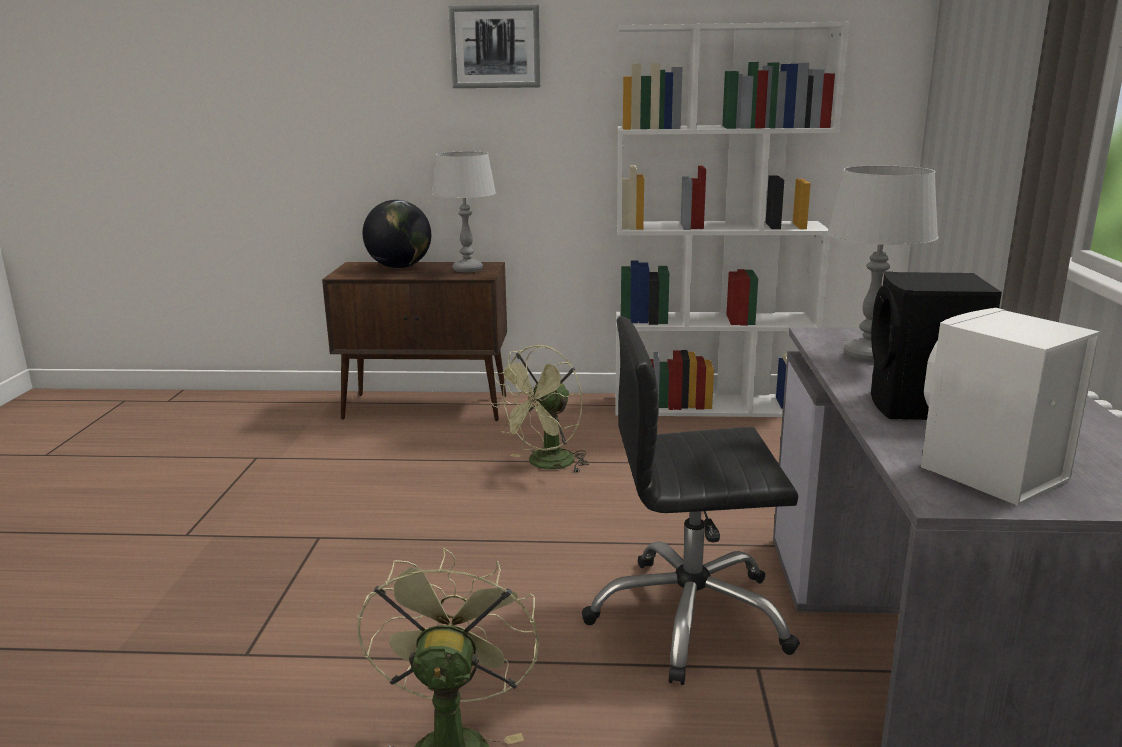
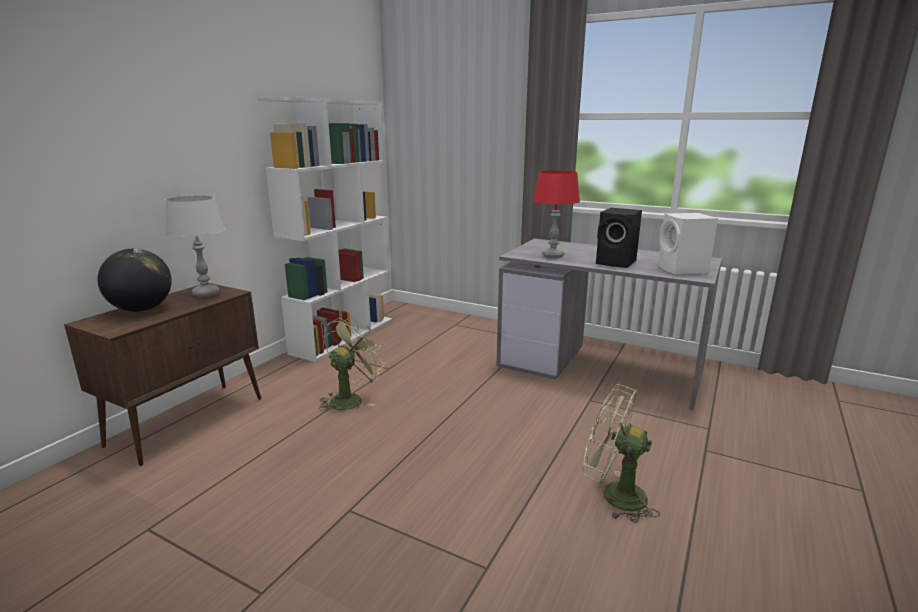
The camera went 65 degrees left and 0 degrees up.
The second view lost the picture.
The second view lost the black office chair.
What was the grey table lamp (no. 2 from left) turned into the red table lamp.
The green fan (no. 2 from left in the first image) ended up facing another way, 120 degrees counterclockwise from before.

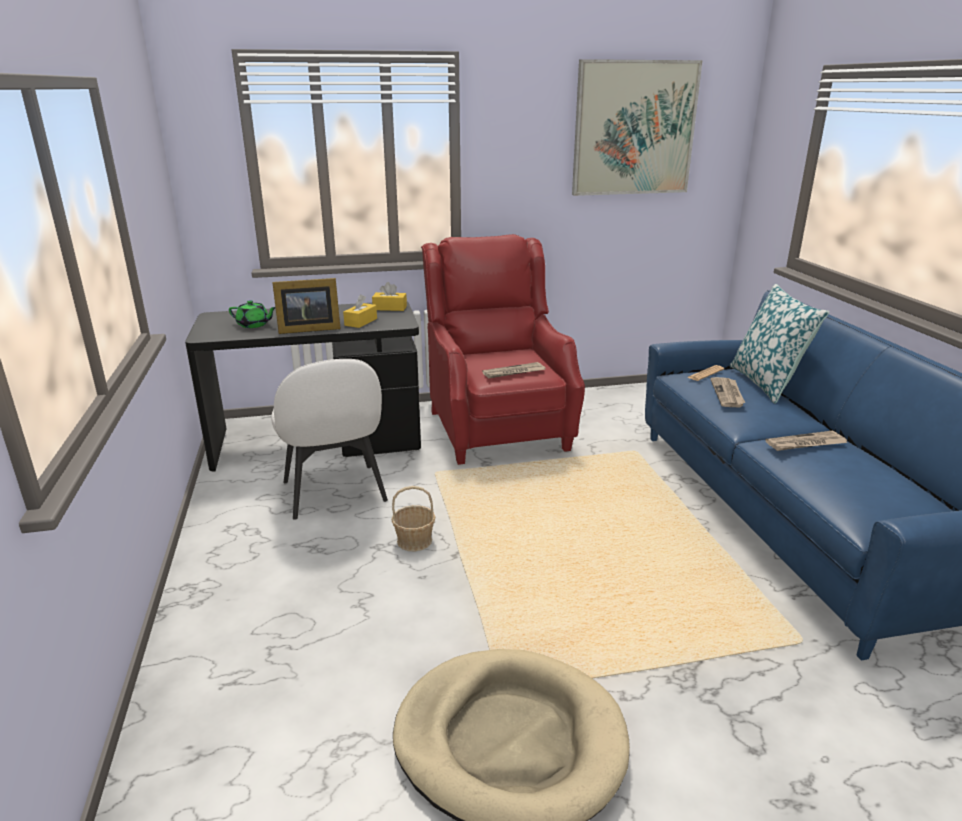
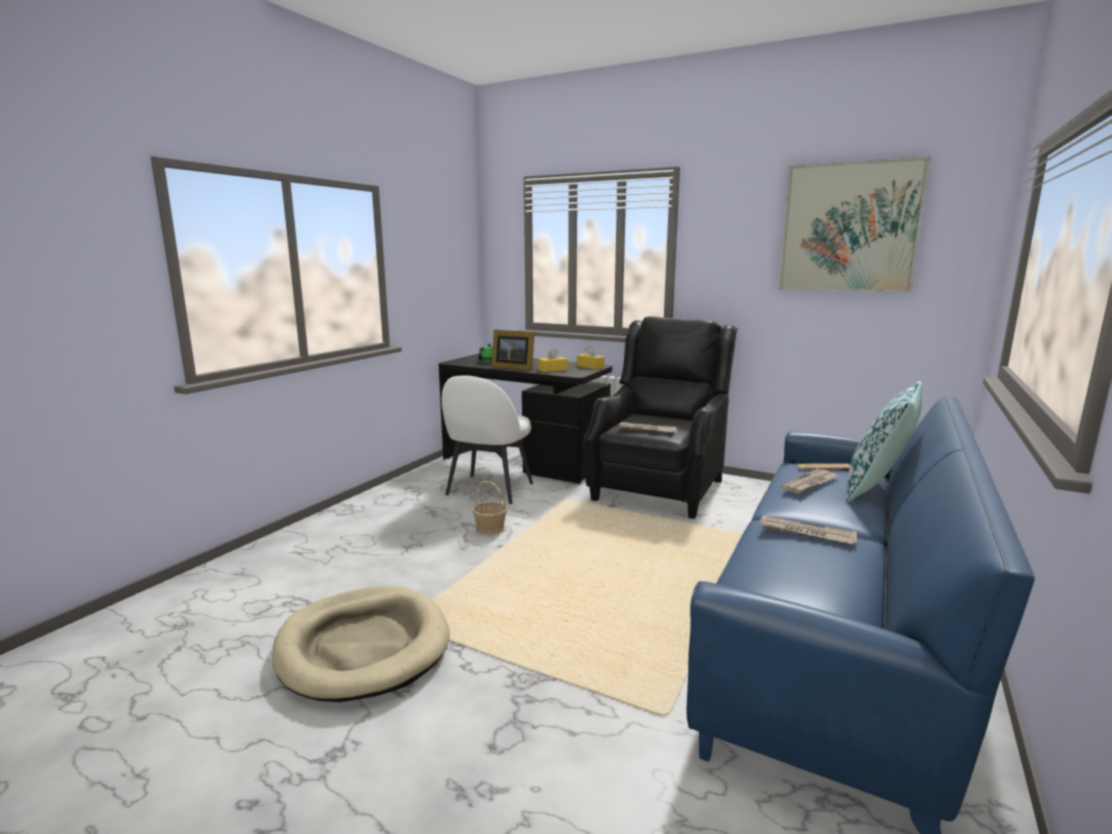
The camera went 40 degrees right and 10 degrees down.
What was the red armchair turned into the black armchair.

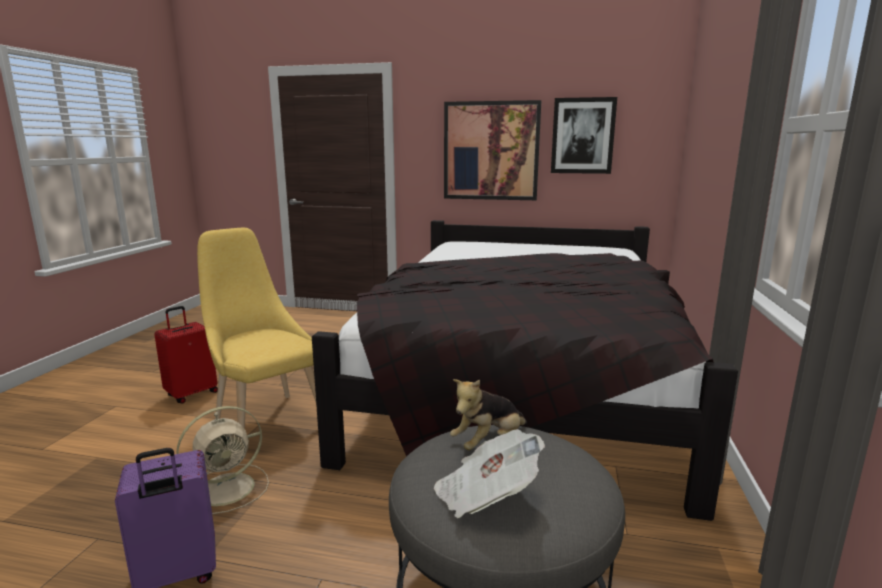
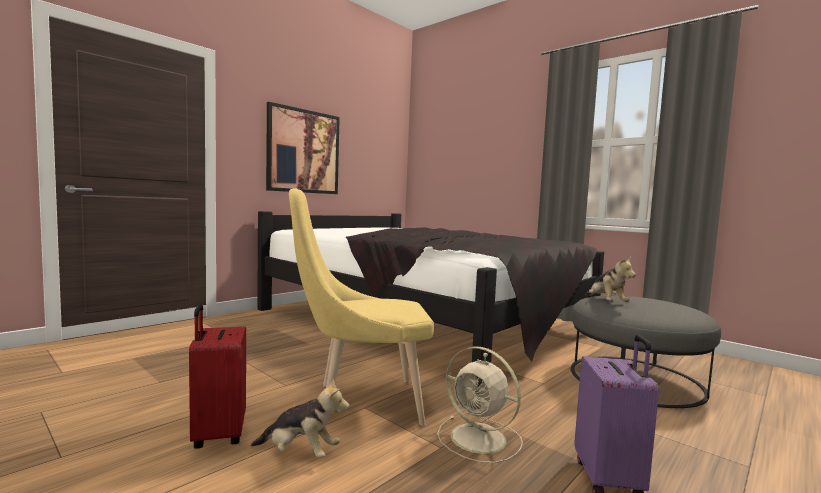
The camera went 60 degrees left and 10 degrees down.
The second view lost the newspaper.
The second view lost the picture (no. 2 from left).
The second view gained the plush toy (no. 1 from left).
The beige fan ended up facing another way, 135 degrees clockwise from before.

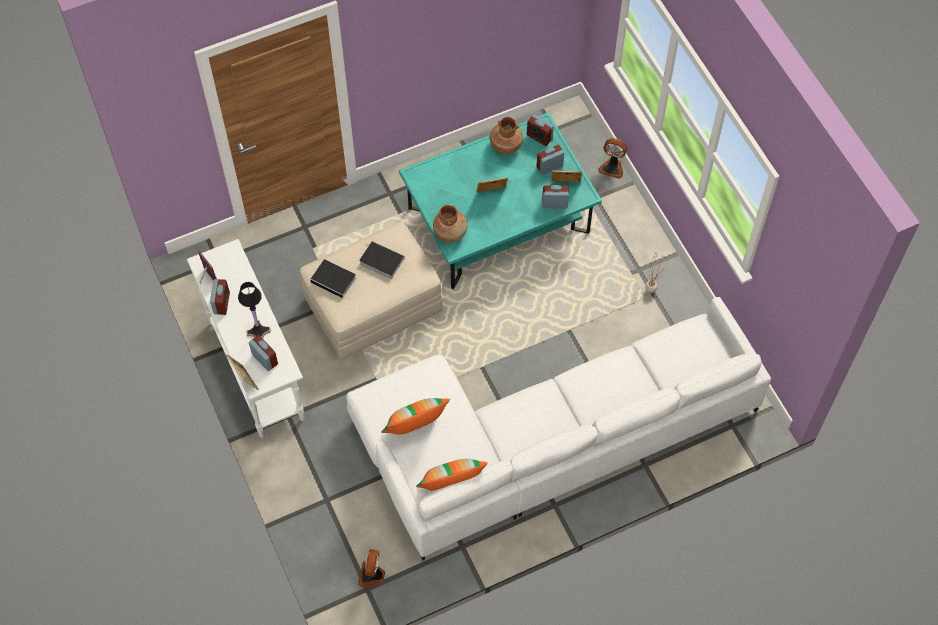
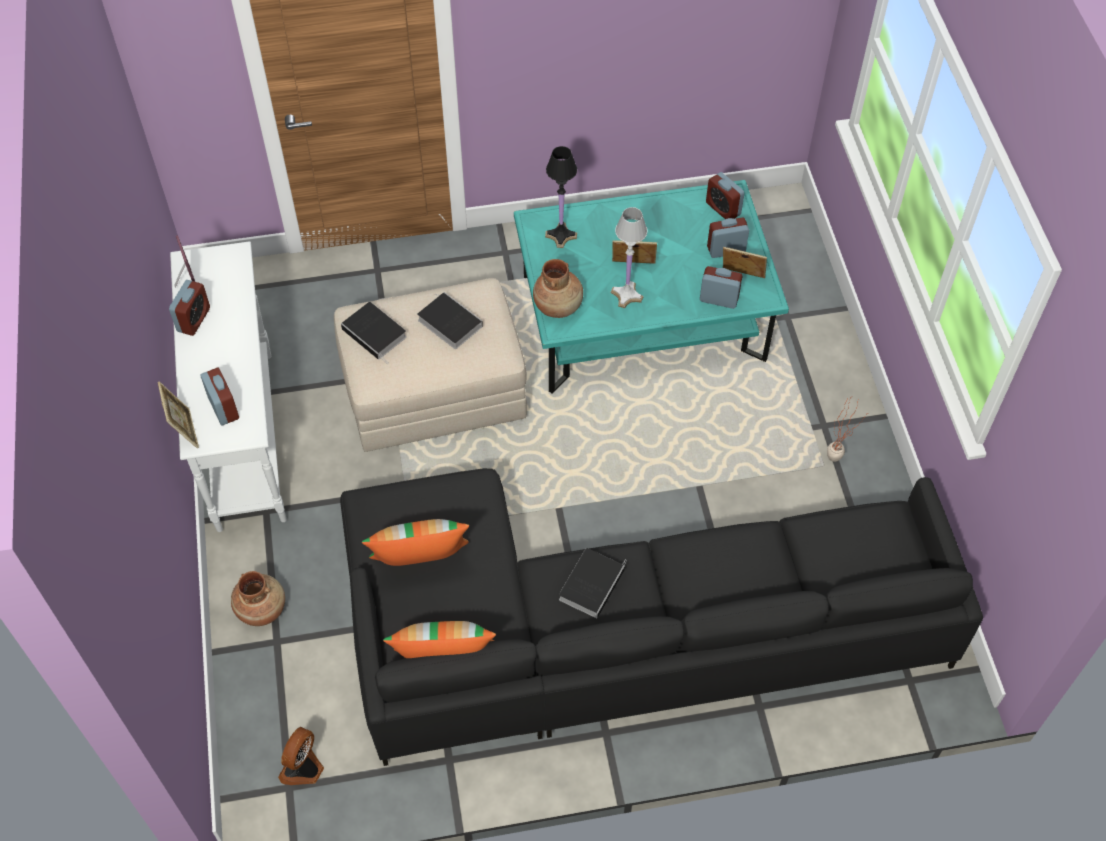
The camera went 15 degrees right and 5 degrees down.
The second view lost the fan (no. 2 from left).
The second view gained the book (no. 3 from left).
The second view gained the white table lamp.
The black table lamp ended up elsewhere.
The brown vase (no. 2 from left in the first image) ended up elsewhere.
What was the white sofa turned into the black sofa.

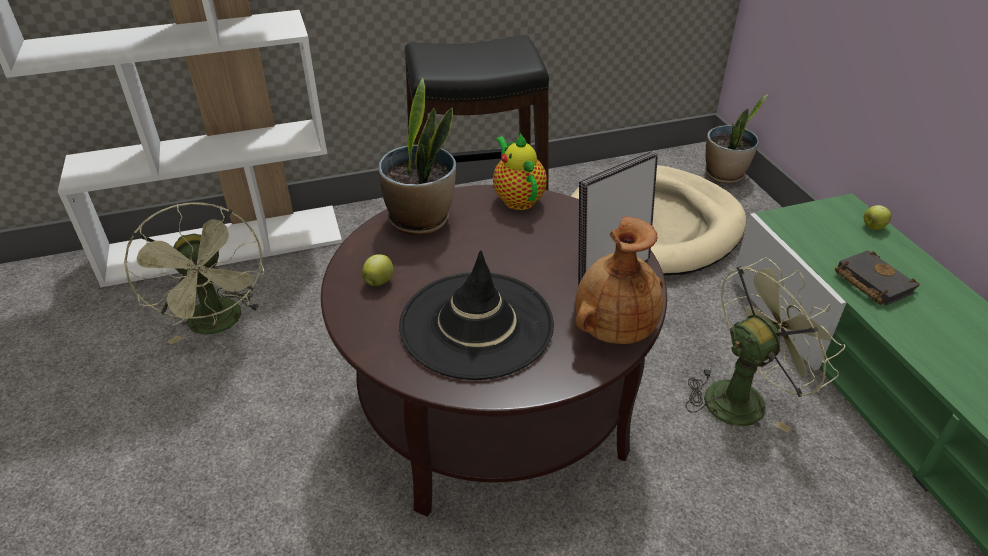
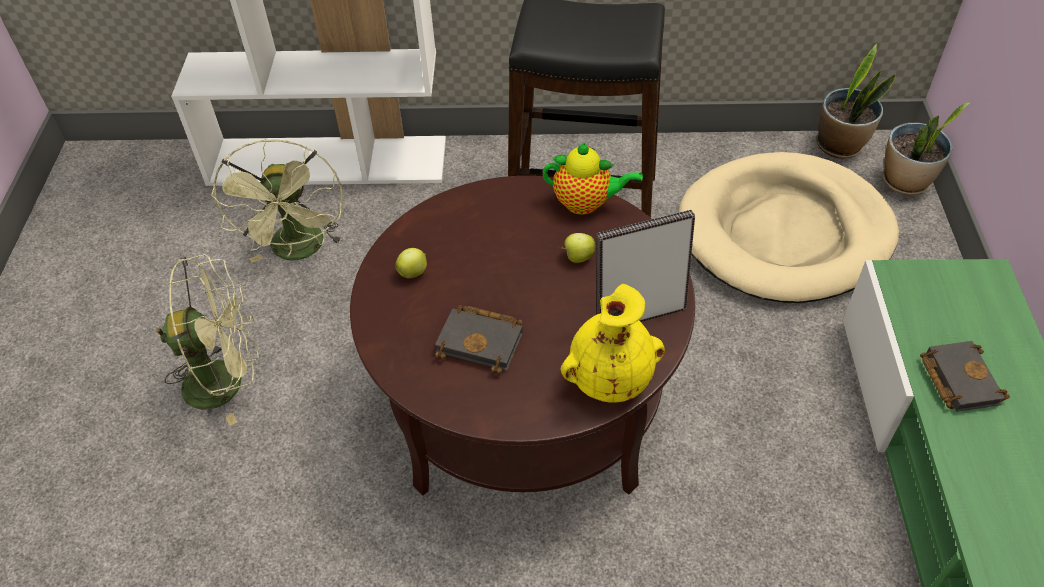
The camera went 20 degrees right and 10 degrees up.
The potted plant (no. 1 from left) ended up elsewhere.
The green fan (no. 2 from left in the first image) ended up elsewhere.
The apple (no. 2 from left) ended up elsewhere.
Where the black hat stood, the black book (no. 1 from left) came to stand.
What was the brown vase turned into the yellow vase.
The teapot ended up facing another way, 105 degrees clockwise from before.

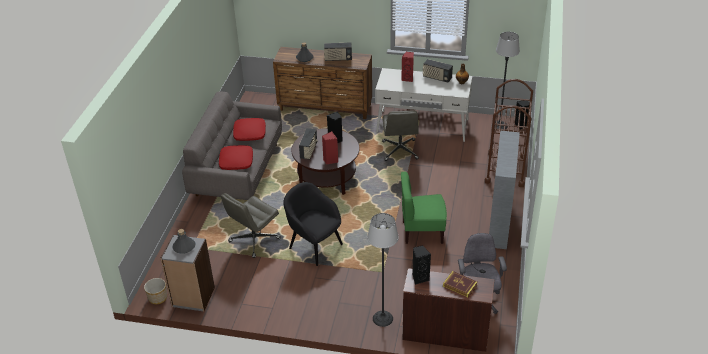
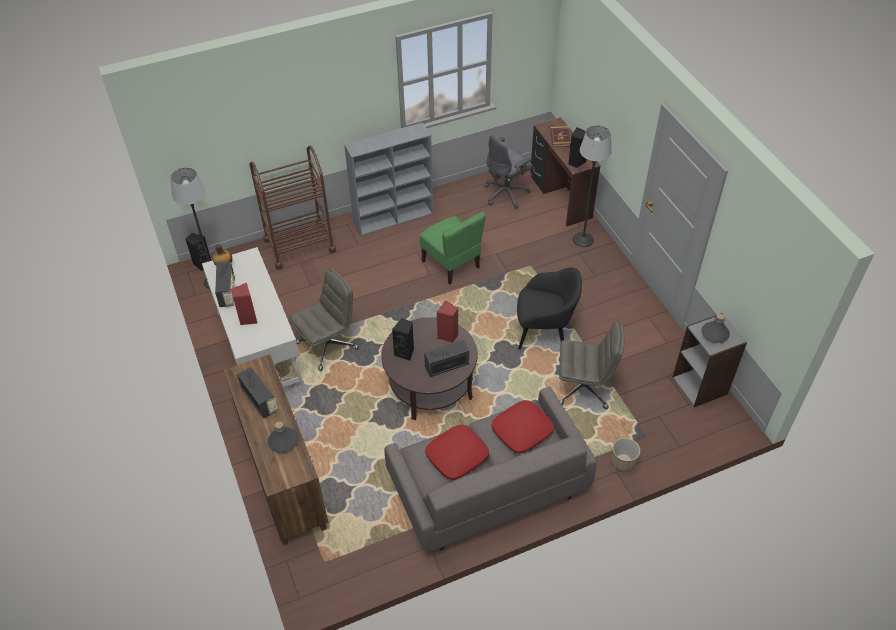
The camera went 125 degrees left and 10 degrees up.
The planter ended up elsewhere.
The black armchair ended up facing another way, 90 degrees counterclockwise from before.

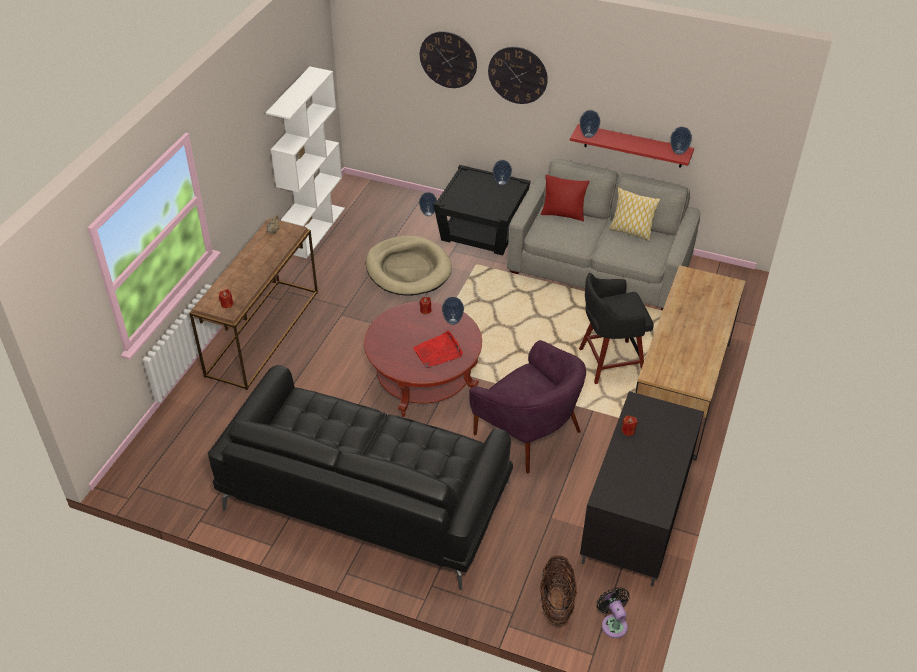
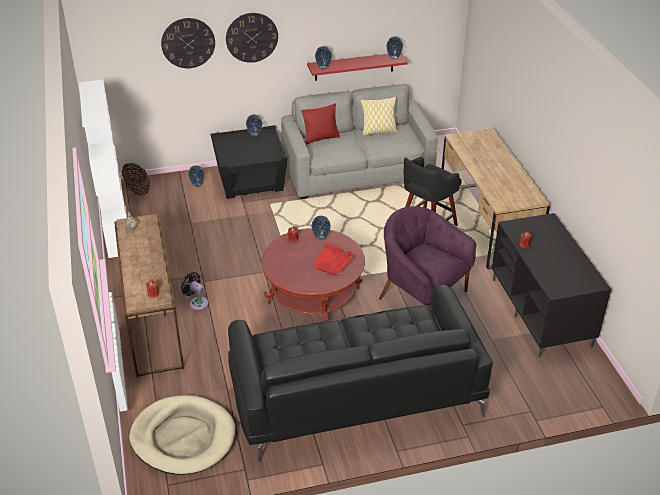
The camera went 35 degrees left and 5 degrees down.
The beige dog bed ended up elsewhere.
The basket ended up elsewhere.
The black fan ended up elsewhere.
The purple armchair ended up facing another way, 150 degrees counterclockwise from before.

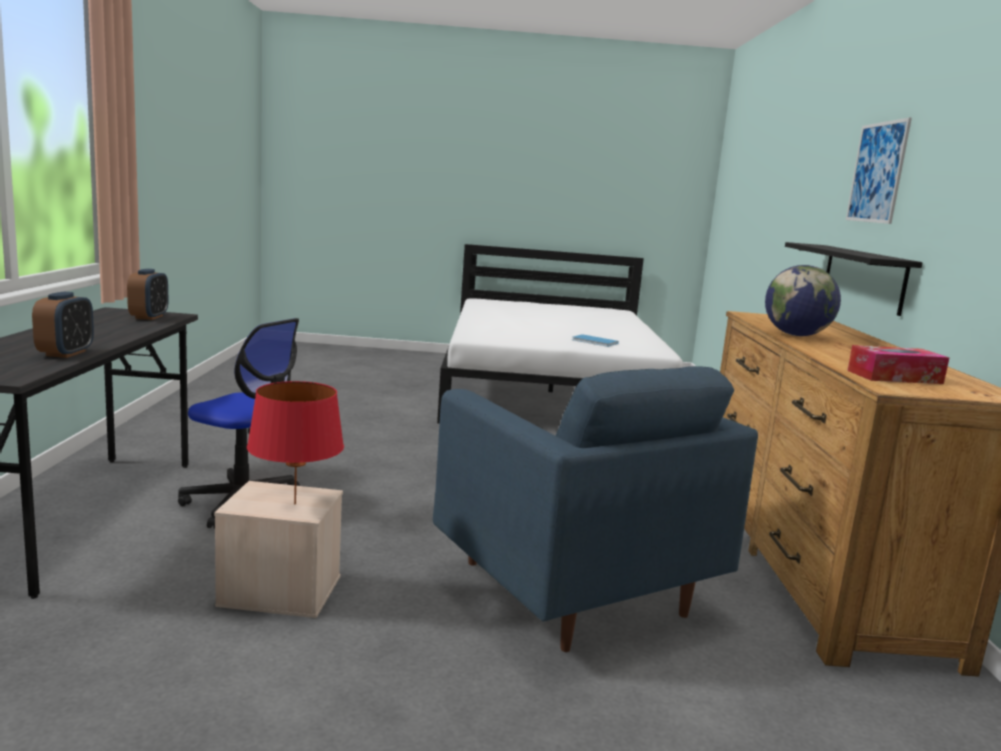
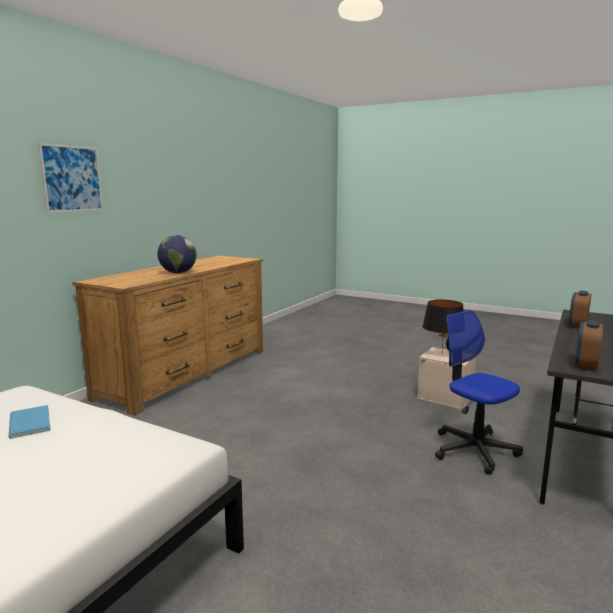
The camera went 150 degrees left and 0 degrees up.
The second view lost the blue armchair.
The second view lost the black shelf.
The second view lost the tissue box.
What was the red table lamp turned into the black table lamp.

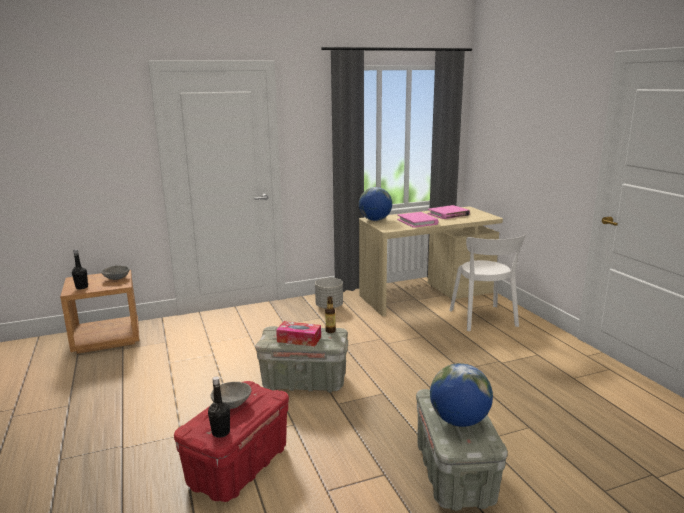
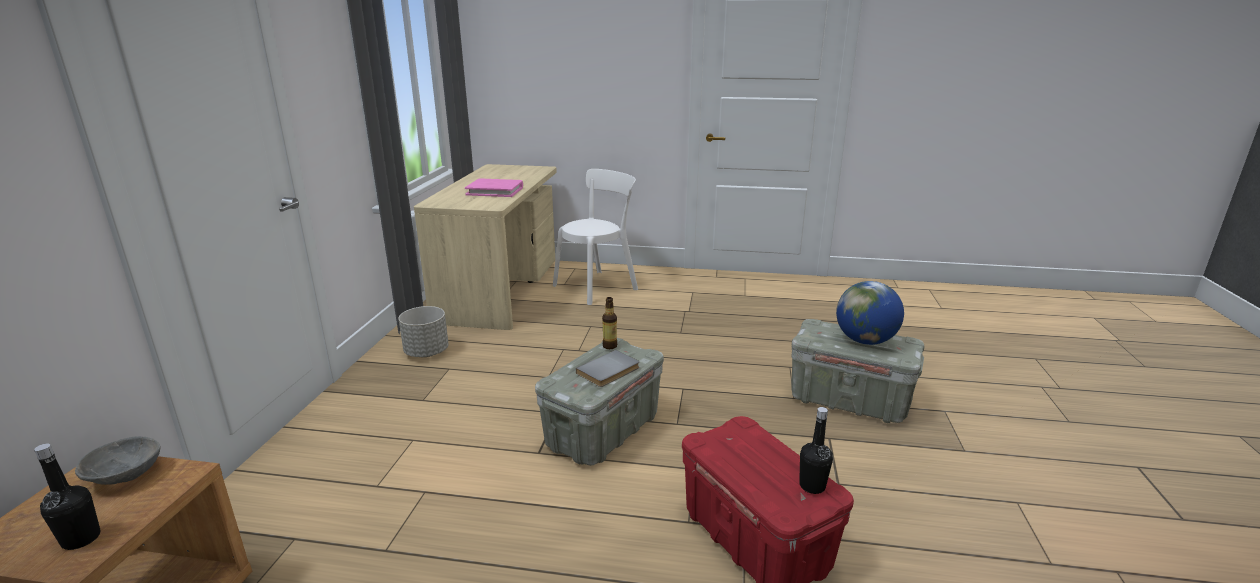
The camera went 60 degrees left and 5 degrees up.
The second view lost the grey bowl (no. 2 from left).
The second view lost the globe (no. 1 from left).
The second view lost the pink book (no. 2 from left).
Where the tissue box stood, the grey book came to stand.
The white chair ended up facing another way, 60 degrees counterclockwise from before.

